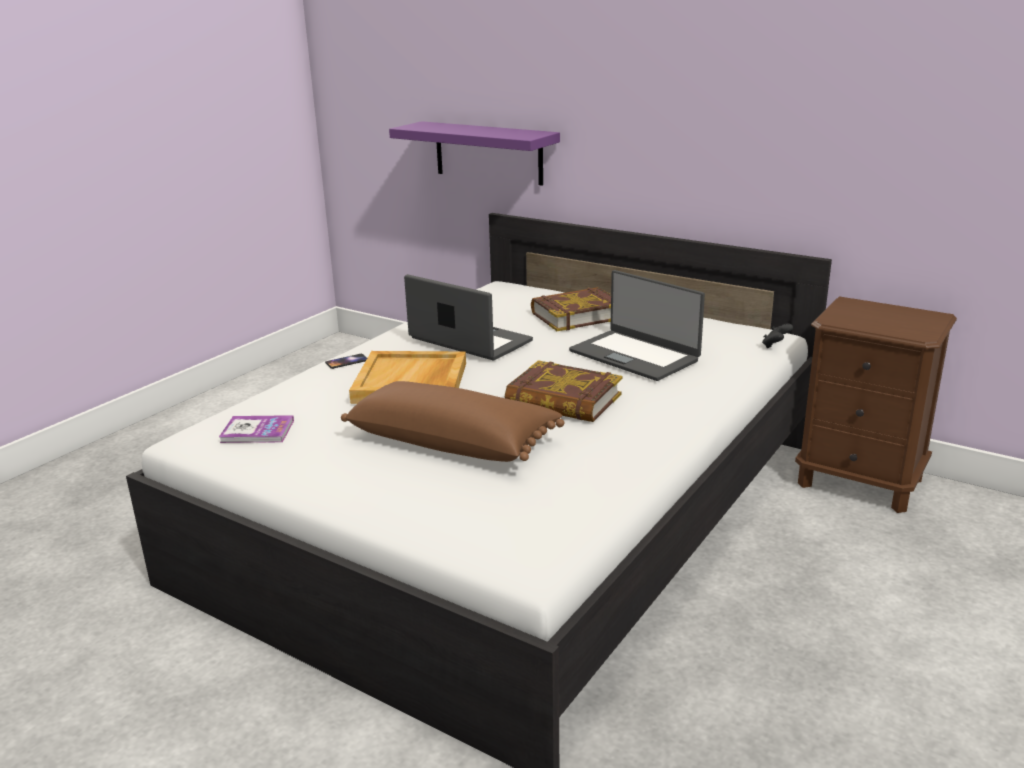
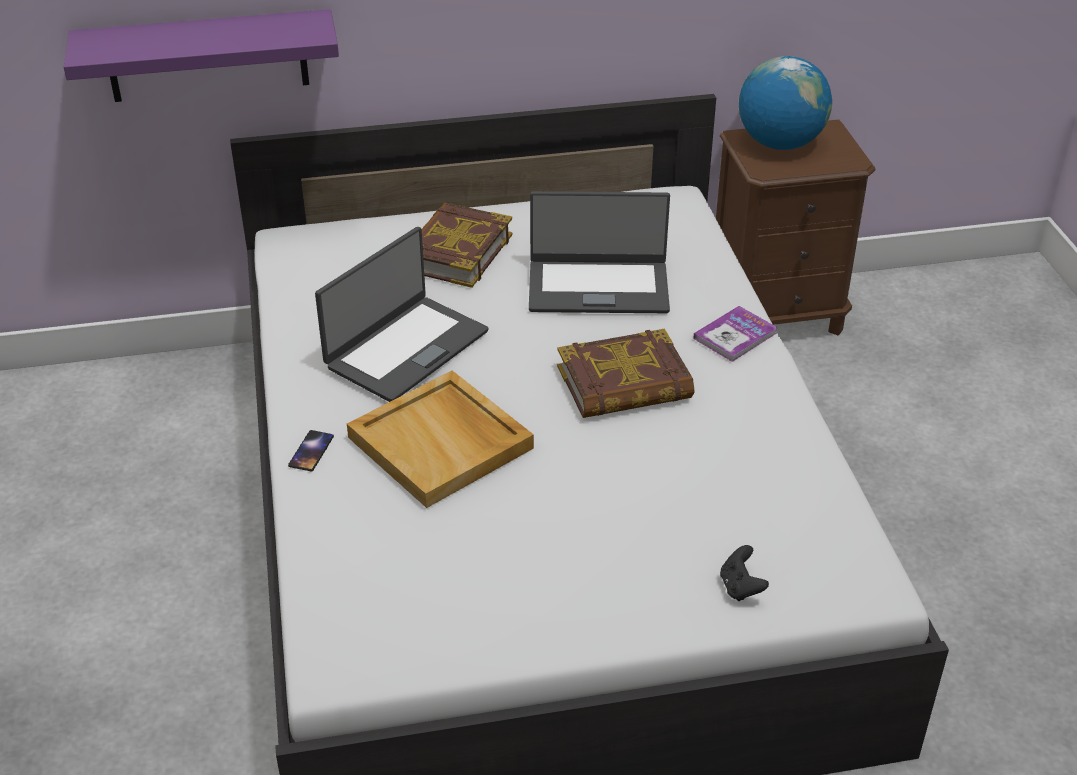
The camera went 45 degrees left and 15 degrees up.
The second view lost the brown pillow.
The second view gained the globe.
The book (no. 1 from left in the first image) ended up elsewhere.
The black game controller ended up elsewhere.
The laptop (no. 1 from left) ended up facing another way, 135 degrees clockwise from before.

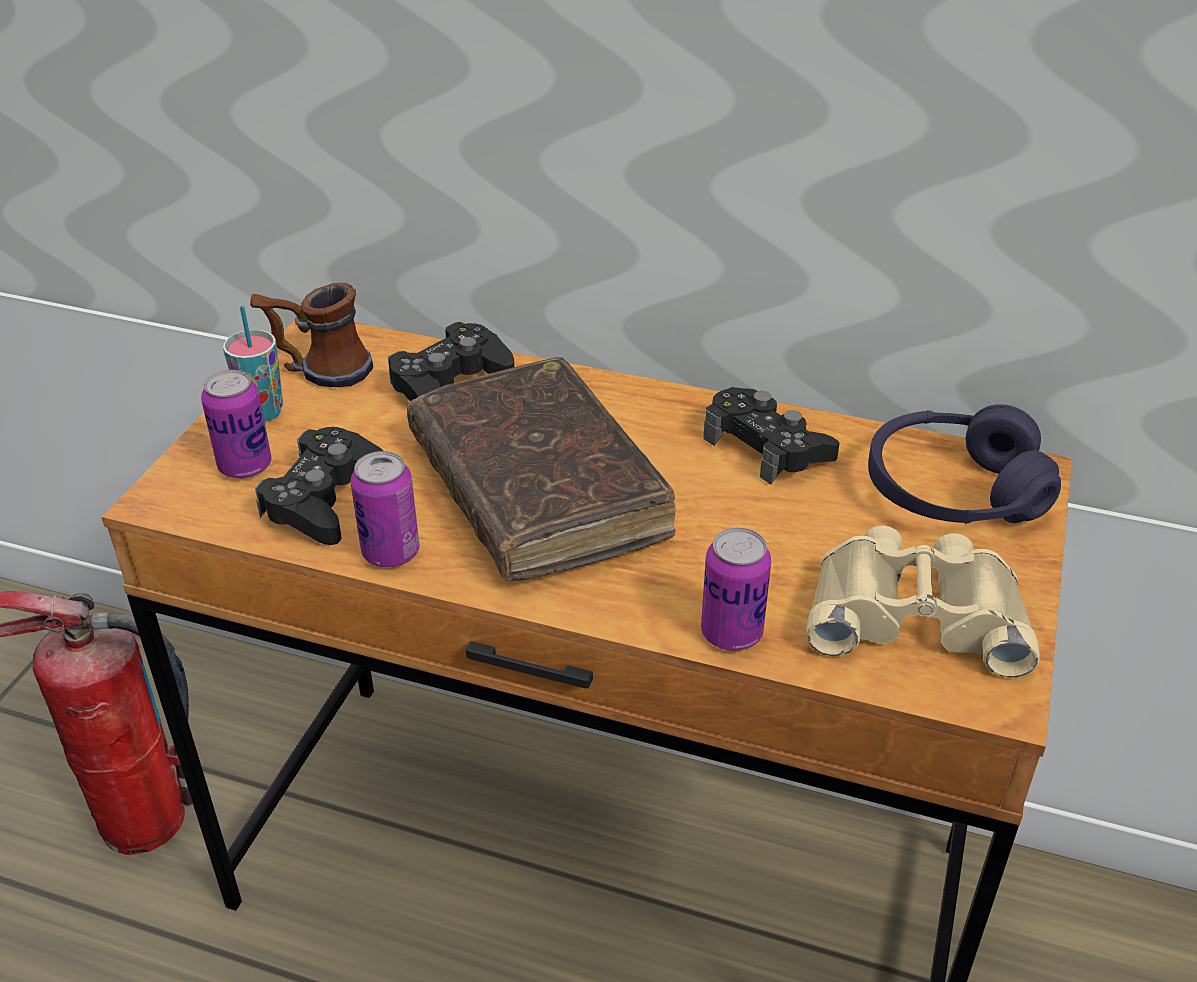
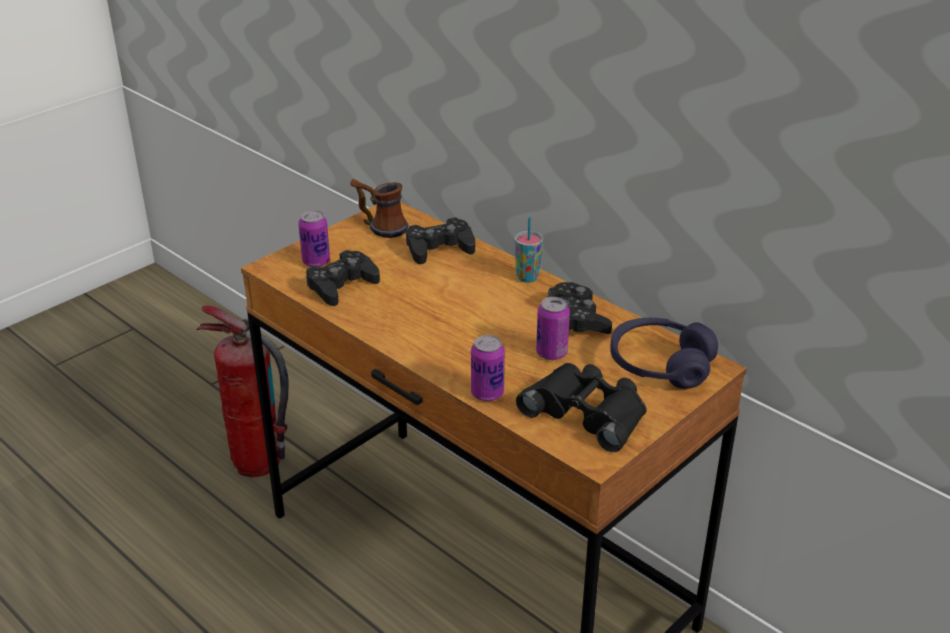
The camera went 25 degrees right and 5 degrees down.
The second view lost the brown book.
The cup ended up elsewhere.
The can (no. 2 from left in the first image) ended up elsewhere.
What was the beige binoculars turned into the black binoculars.

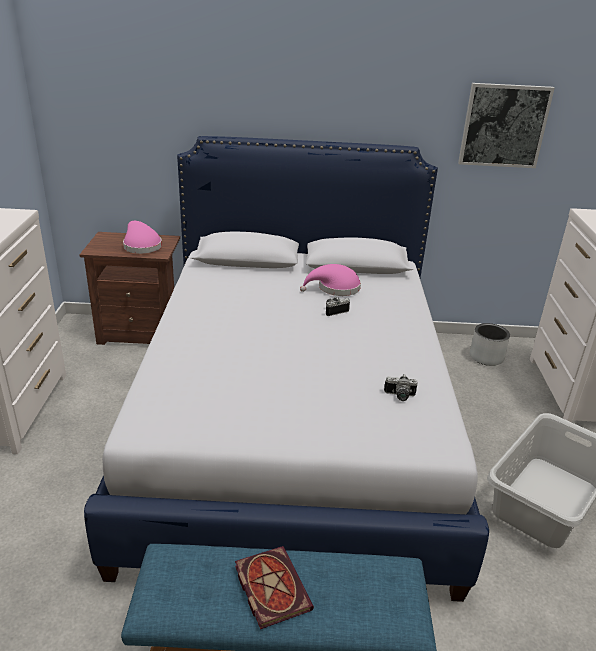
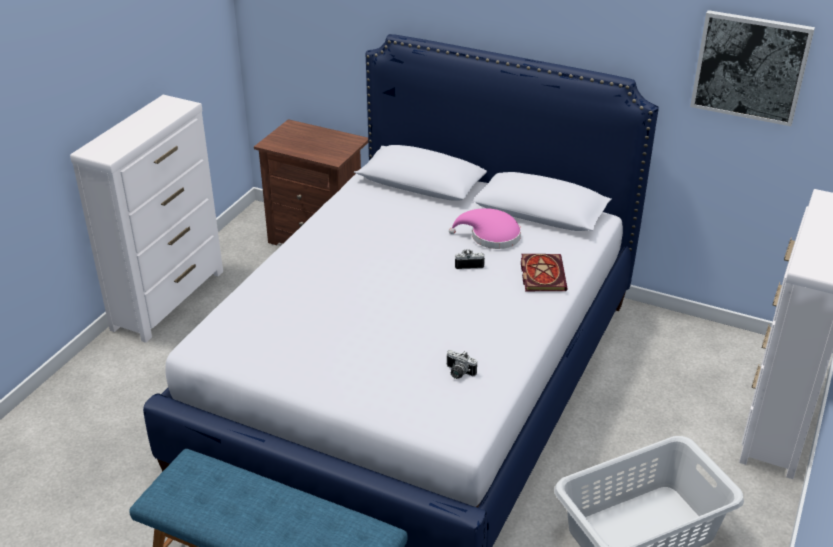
The camera went 25 degrees right and 5 degrees up.
The second view lost the pink hat (no. 1 from left).
The second view lost the grey planter.
The book ended up elsewhere.

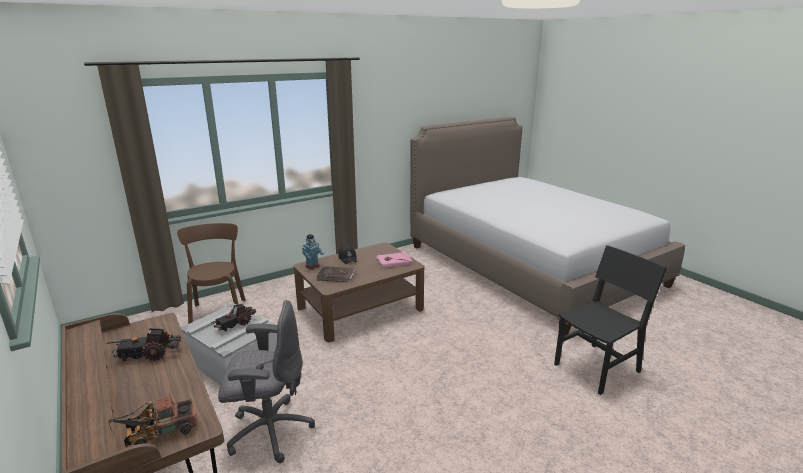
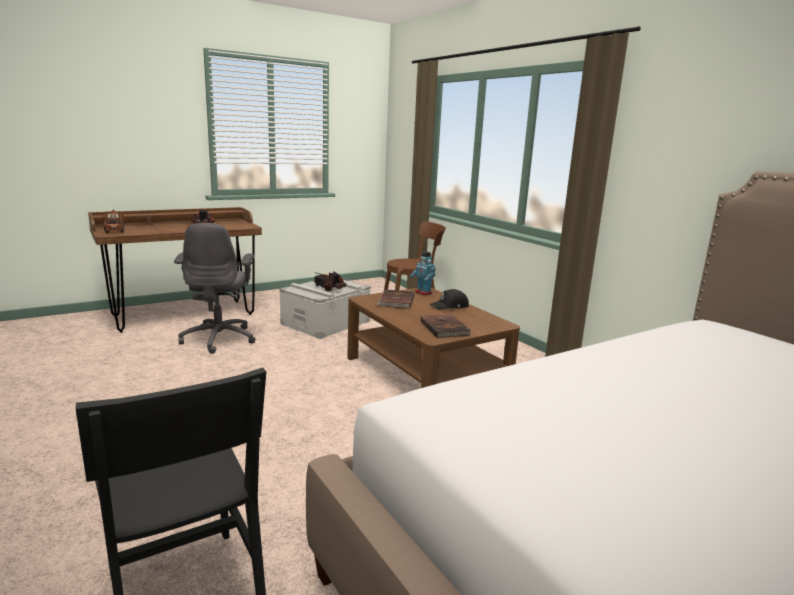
The camera went 90 degrees right and 5 degrees down.
What was the pink book turned into the brown book (no. 2 from left).

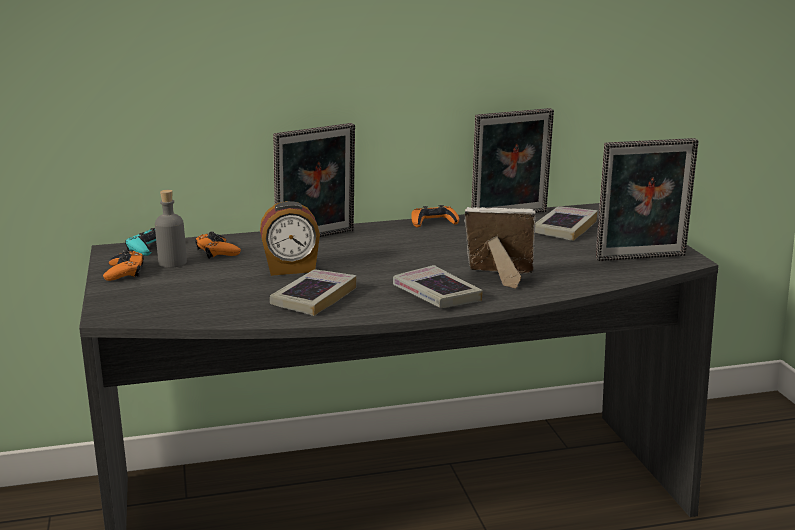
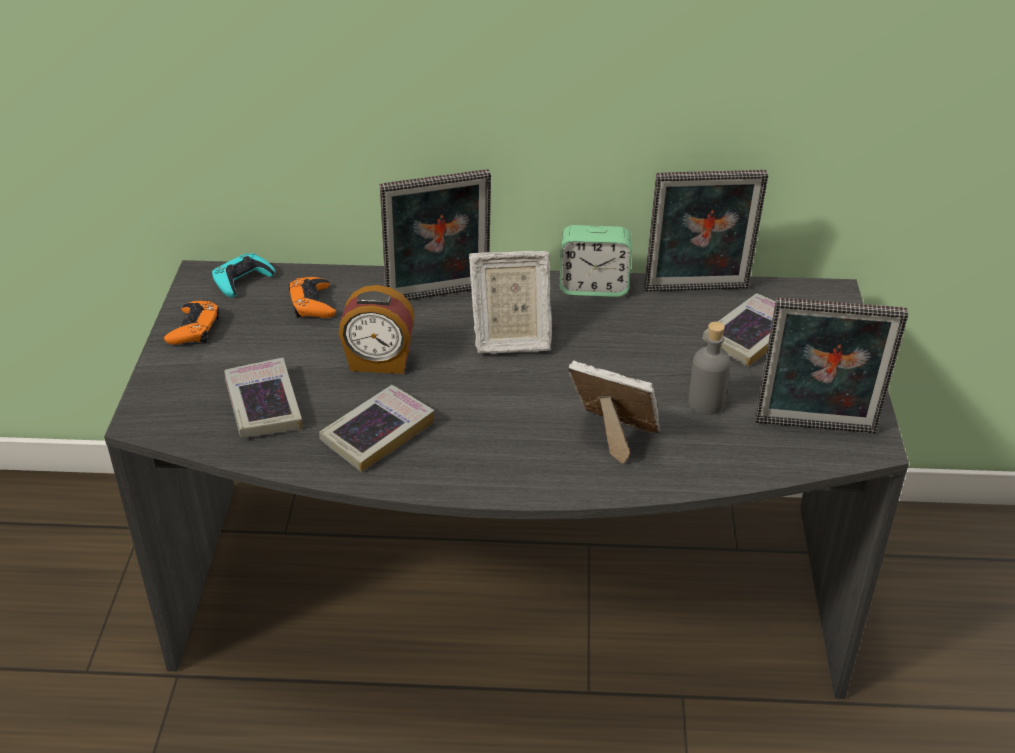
The camera went 15 degrees right and 20 degrees up.
The second view gained the picture frame (no. 2 from left).
The grey bottle ended up elsewhere.
The book (no. 2 from left in the first image) ended up elsewhere.
Where the orange game controller (no. 3 from left) stood, the alarm clock (no. 2 from left) came to stand.

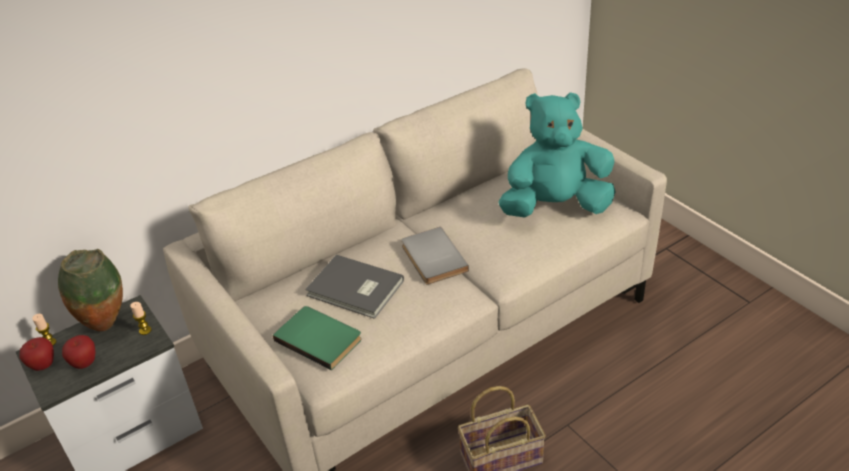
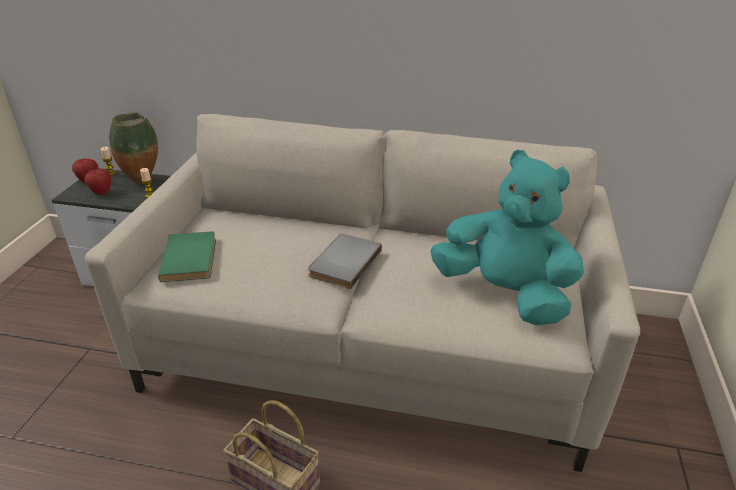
The camera went 45 degrees right and 5 degrees down.
The second view lost the grey book (no. 1 from left).

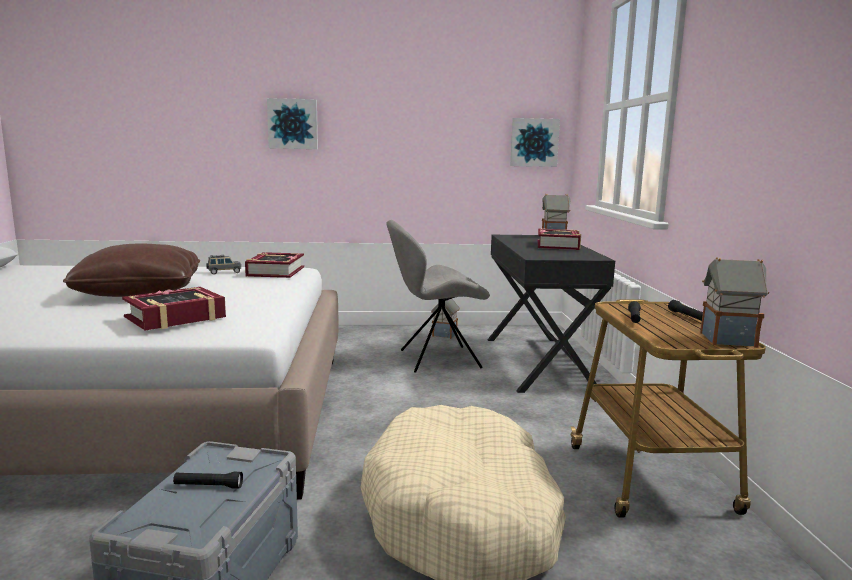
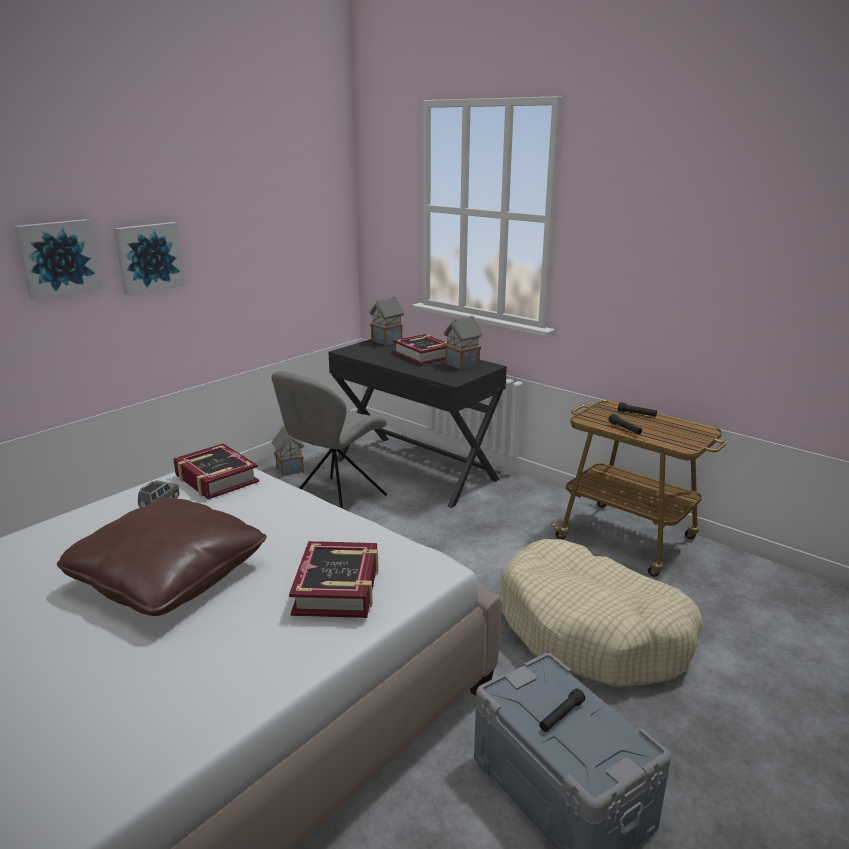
The camera went 45 degrees left and 10 degrees up.
The picture (no. 2 from left) ended up elsewhere.
The toy house (no. 3 from left) ended up elsewhere.

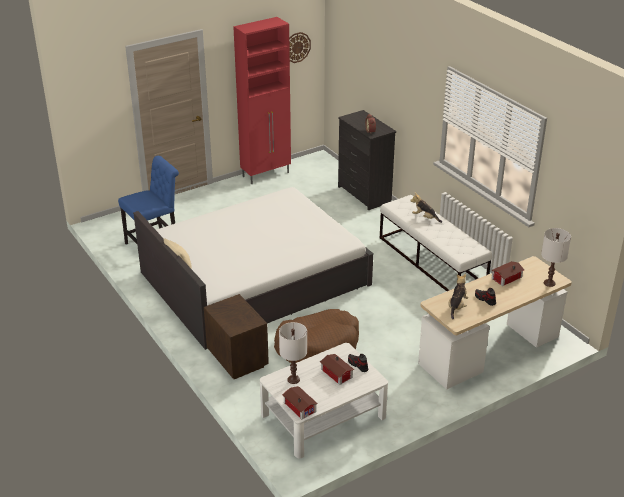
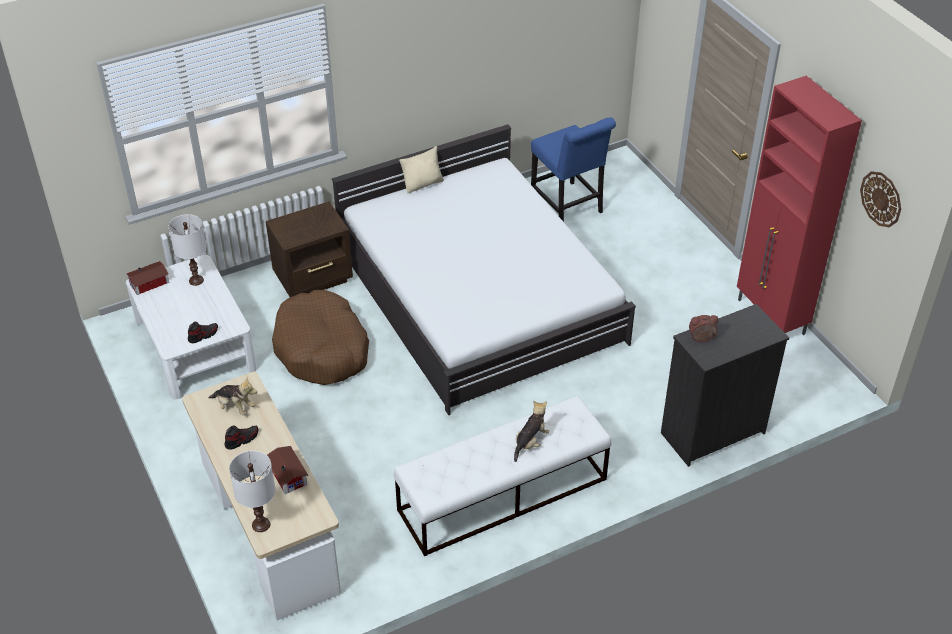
The camera went 95 degrees right and 10 degrees up.
The second view lost the toy house (no. 2 from left).

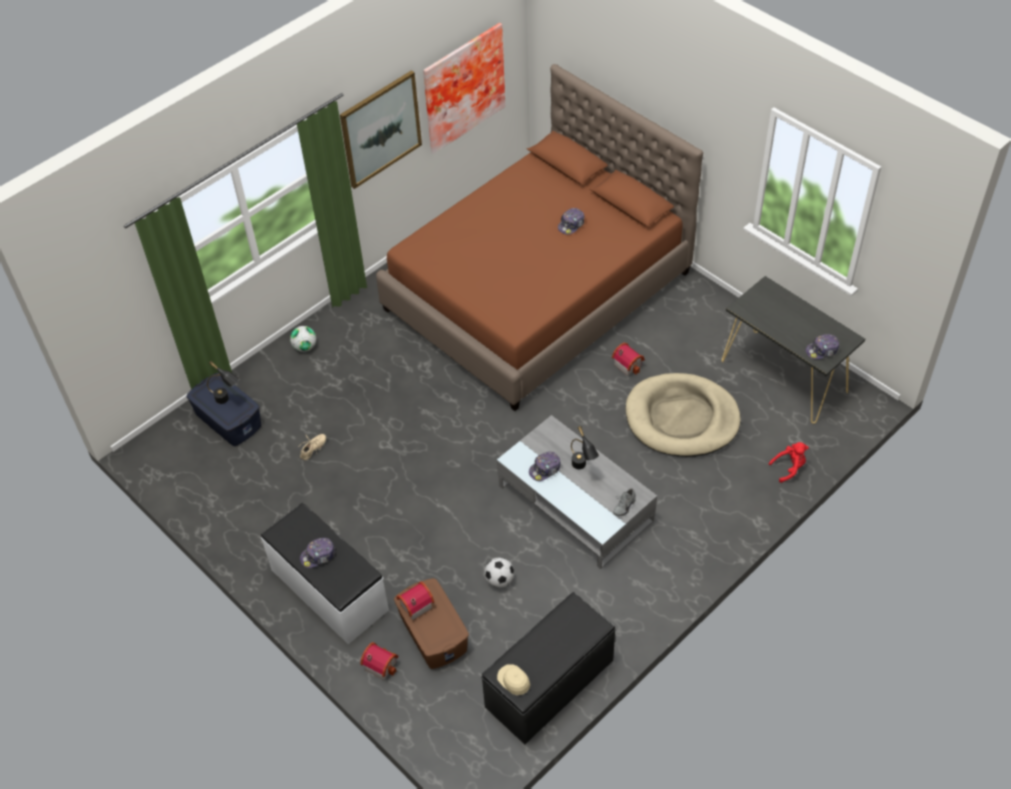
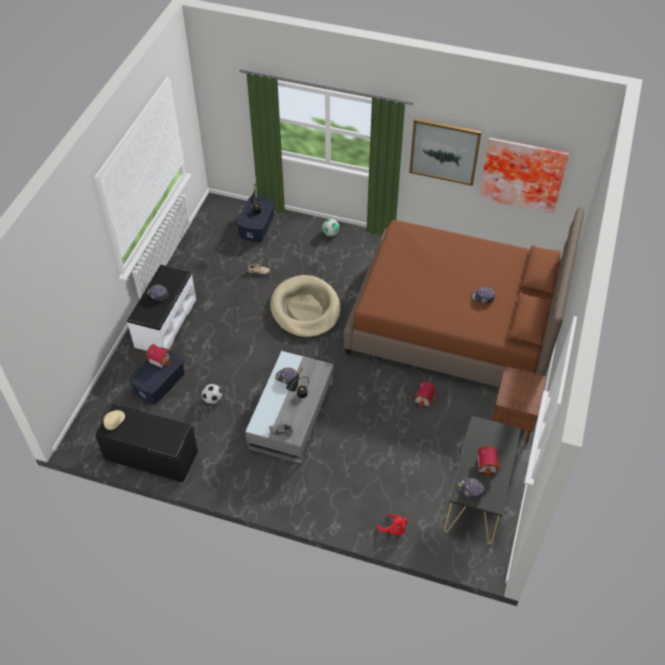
The camera went 60 degrees right and 0 degrees up.
The second view gained the brown nightstand.
The toy house (no. 1 from left in the first image) ended up elsewhere.
The beige dog bed ended up elsewhere.
What was the brown storage box turned into the blue storage box (no. 1 from left).

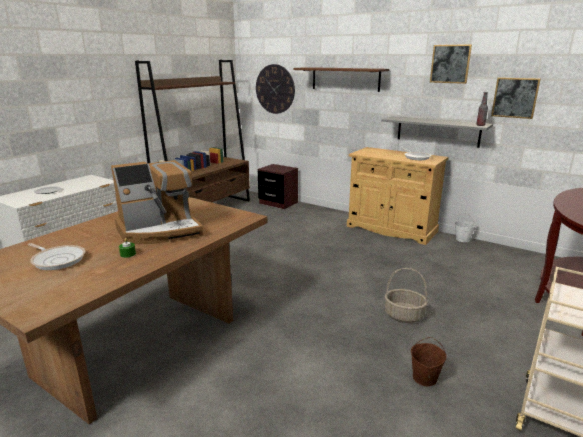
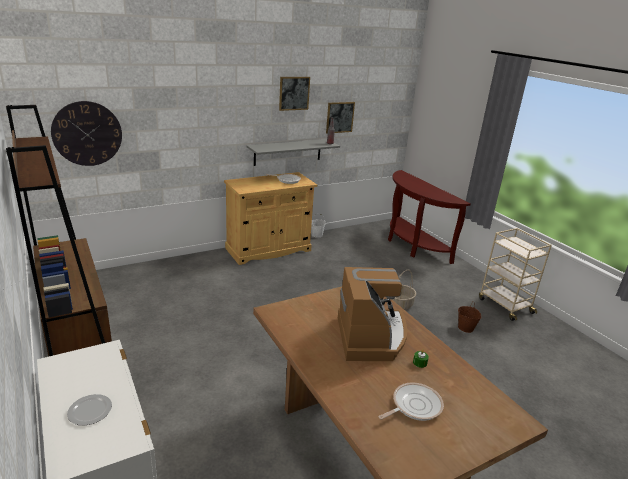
The camera went 65 degrees left and 5 degrees up.
The second view lost the brown nightstand.
The second view lost the brown shelf.

